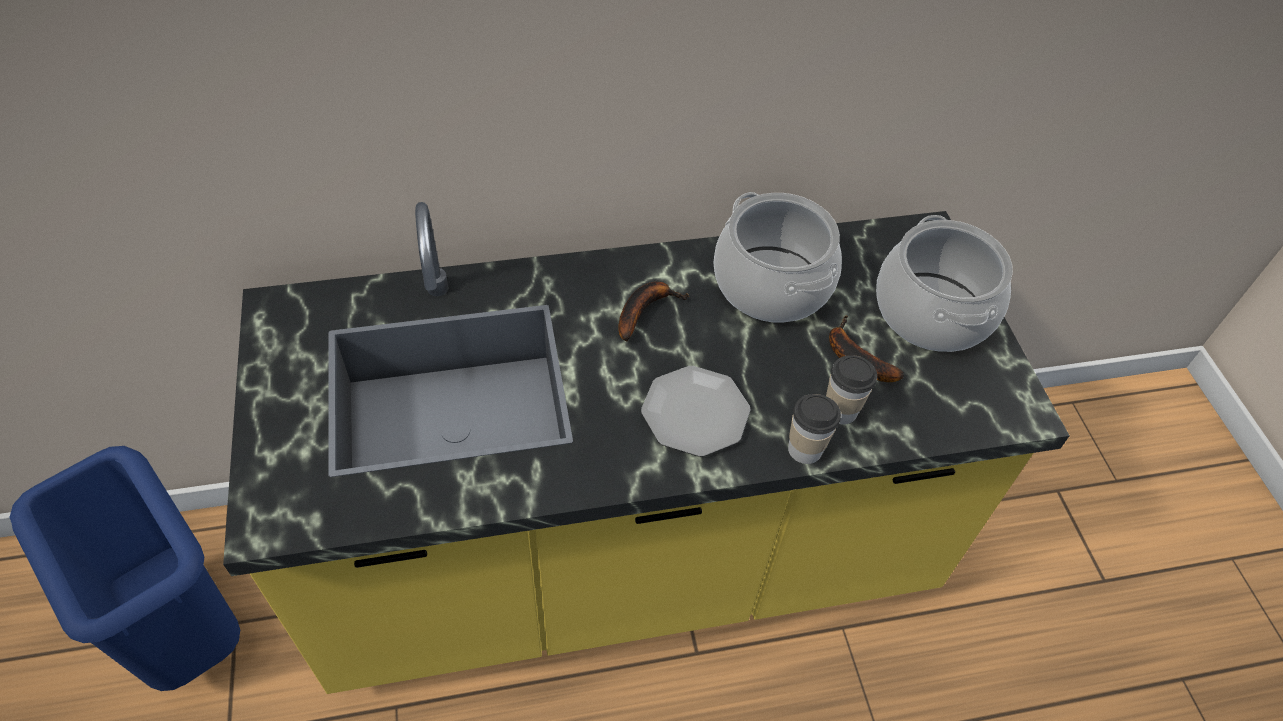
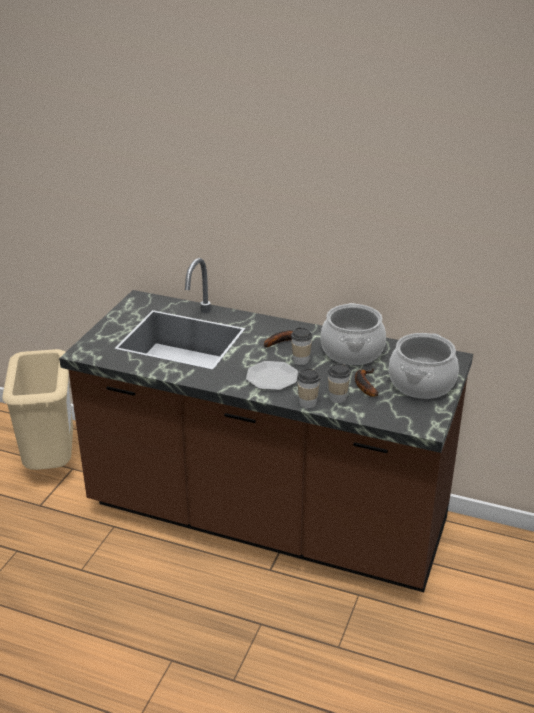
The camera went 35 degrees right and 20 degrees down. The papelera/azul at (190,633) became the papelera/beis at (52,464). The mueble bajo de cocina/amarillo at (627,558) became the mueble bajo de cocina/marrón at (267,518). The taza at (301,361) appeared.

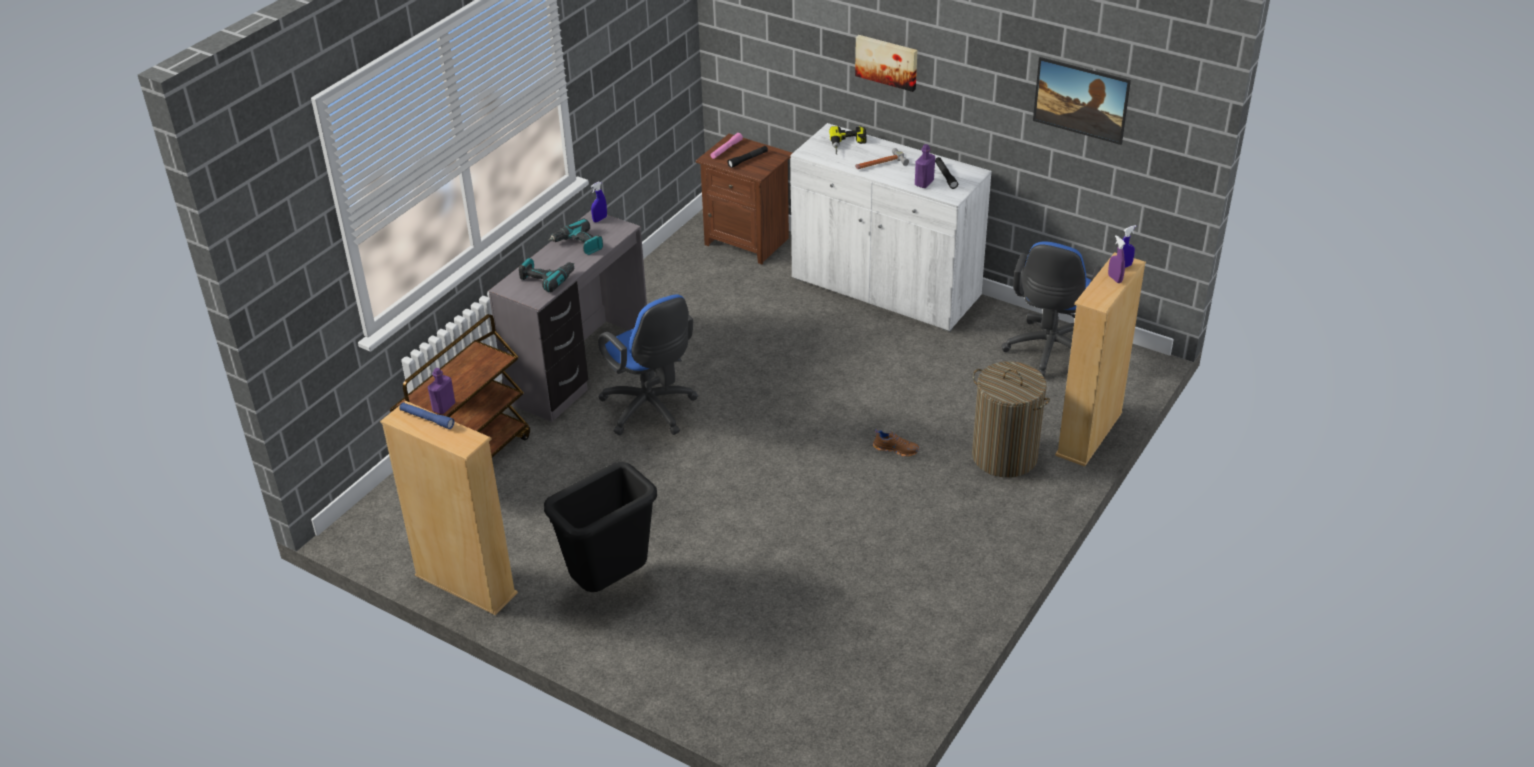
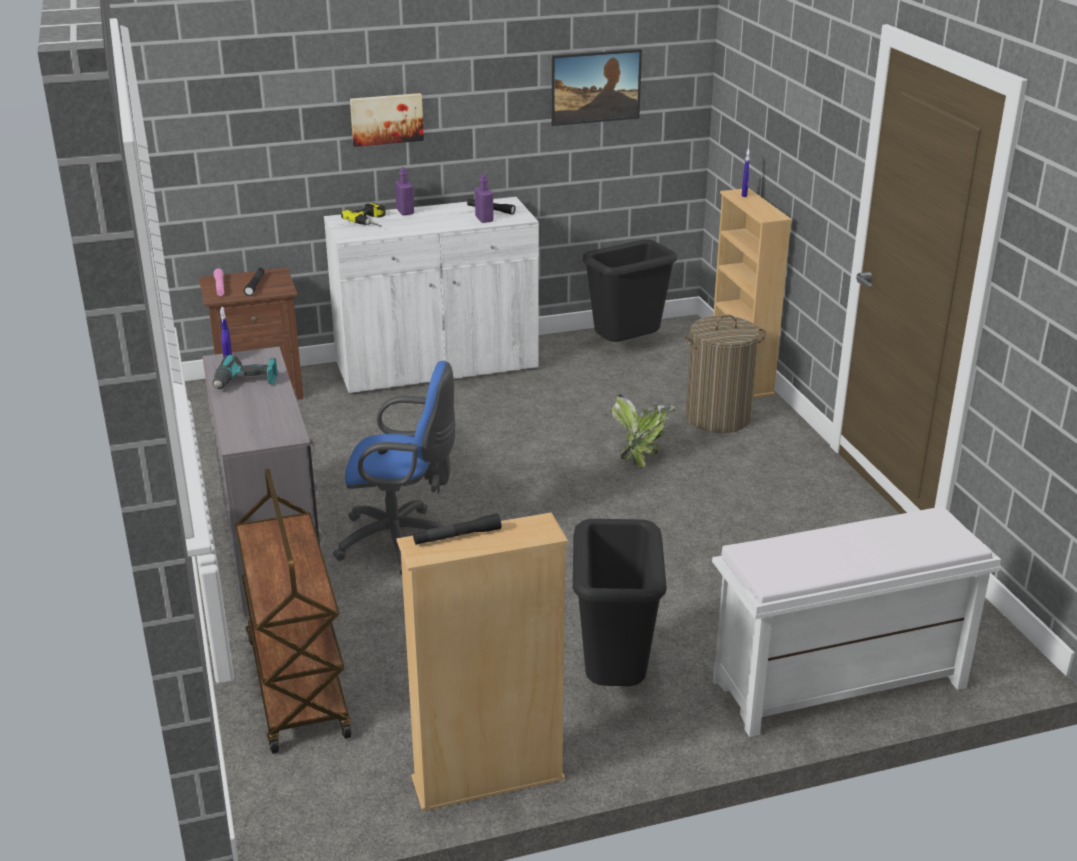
The camera went 50 degrees left and 10 degrees down. The linterna/azul at (427,419) became the linterna/negro at (457,536). The botella/morado moved from (444,407) to (405,212). The taladro at (547,278) disappeared. The martillo at (879,164) disappeared. The zapato/marrón at (896,449) was replaced by the planta en maceta at (642,454). The silla de oficina/azul at (1048,353) was replaced by the papelera/negro at (626,348). The pulverizador/morado at (1115,279) disappeared. The banco/blanco at (837,685) appeared.

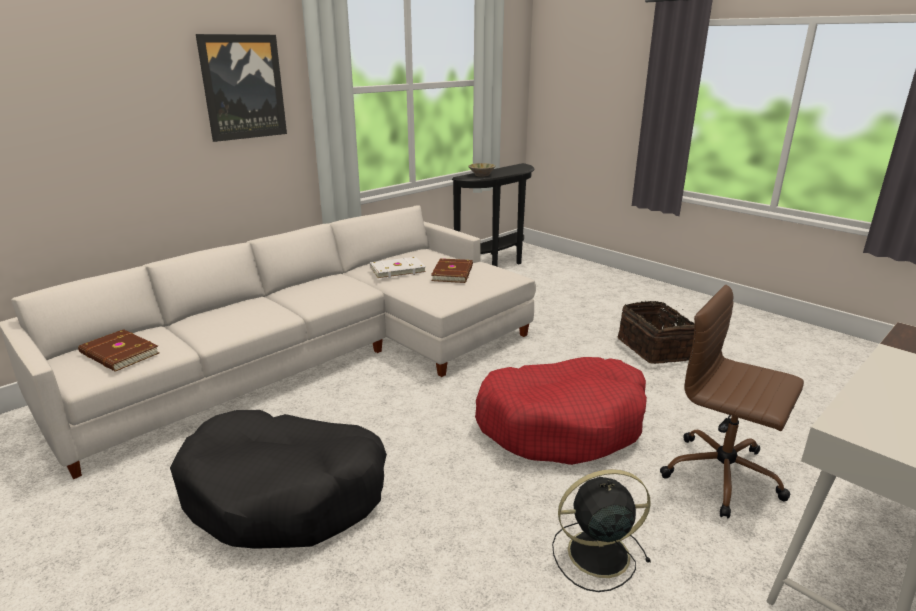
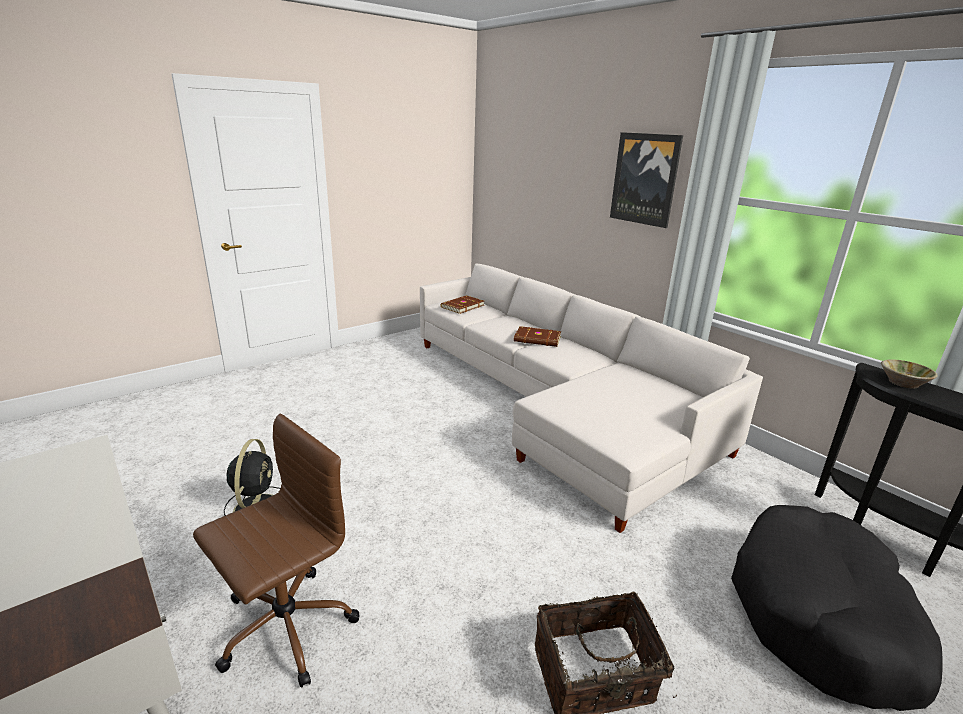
The camera went 95 degrees right and 0 degrees up. The cama para perro/negro moved from (285,493) to (822,617). The libro/blanco at (396,270) disappeared. The libro/marrón moved from (453,273) to (537,339). The cama para perro/rojo at (562,424) disappeared.

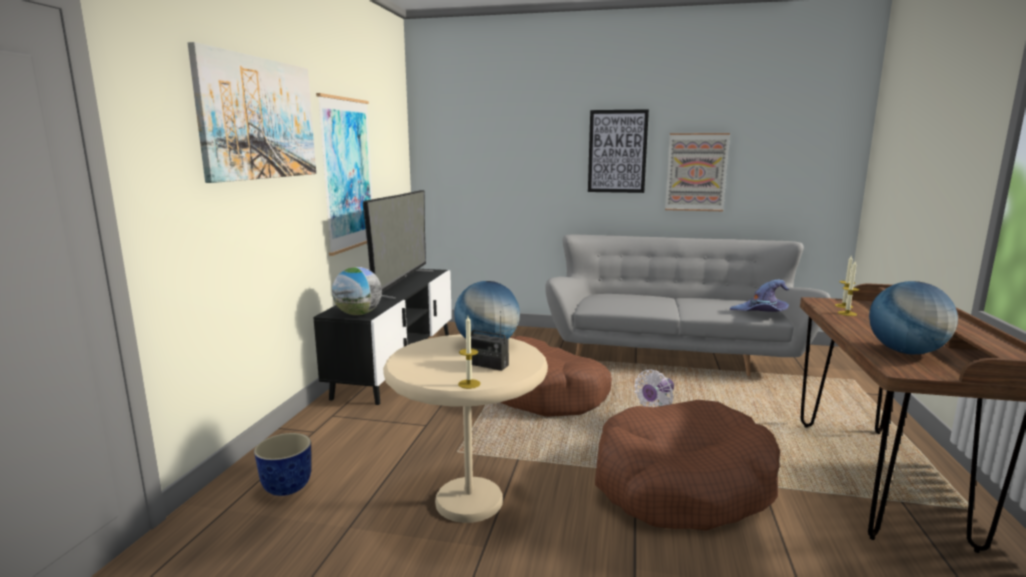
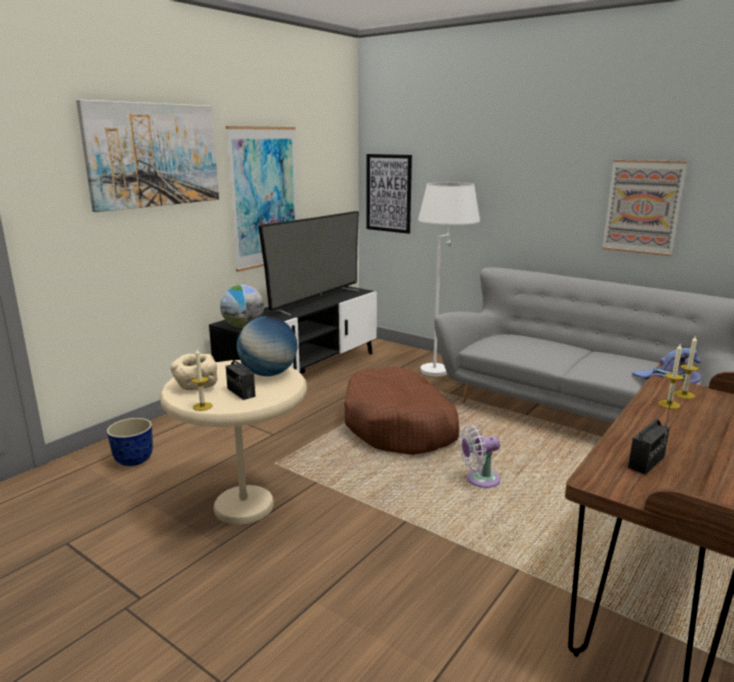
The camera went 25 degrees right and 5 degrees up. The cuadro moved from (617,151) to (388,193). The cama para perro/marrón at (682,484) disappeared. The globo terráqueo at (905,352) was replaced by the radio at (646,462). The cuenco/beis at (196,387) appeared. The lámpara de pie/blanco at (442,366) appeared.

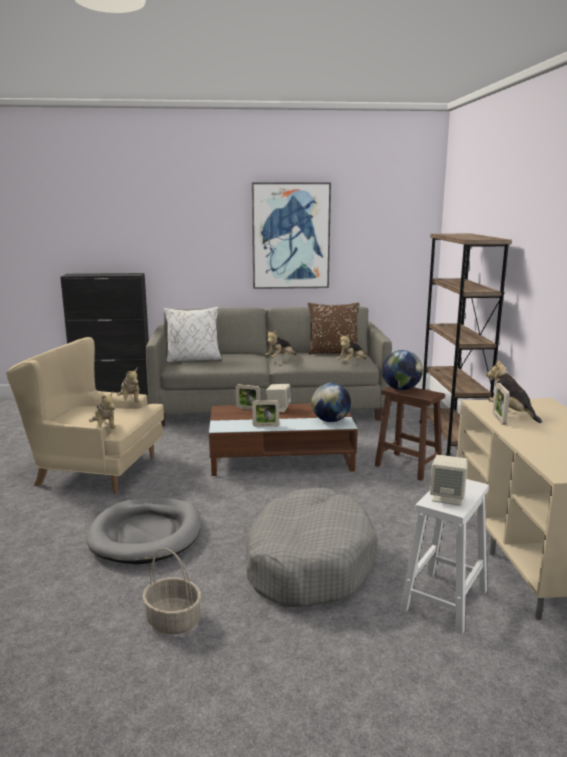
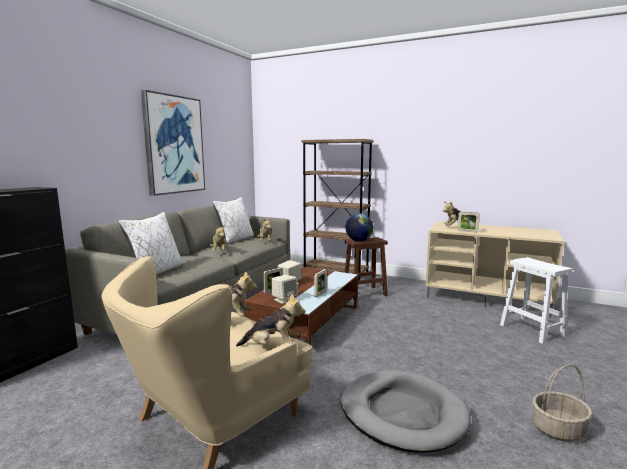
The camera went 60 degrees left and 5 degrees down. The cama para perro/gris at (308,562) disappeared. The cojín/marrón at (333,352) became the cojín/blanco at (235,240). The globo terráqueo at (330,421) disappeared. The altavoz/beis moved from (447,497) to (284,299).

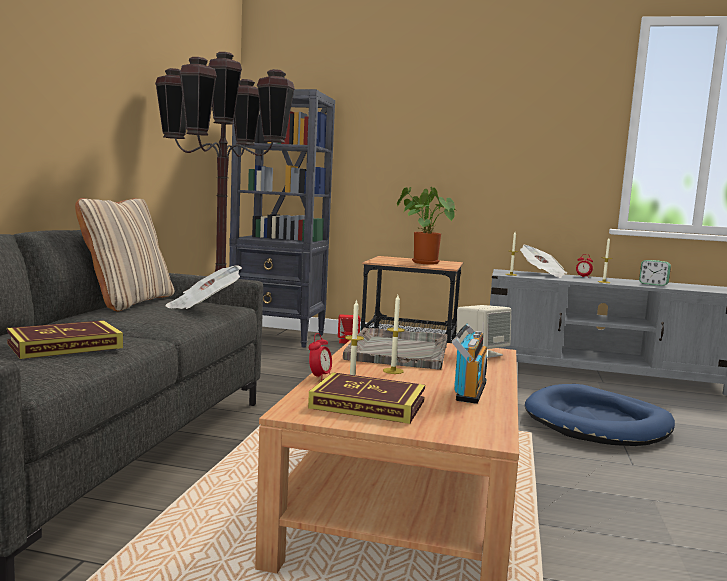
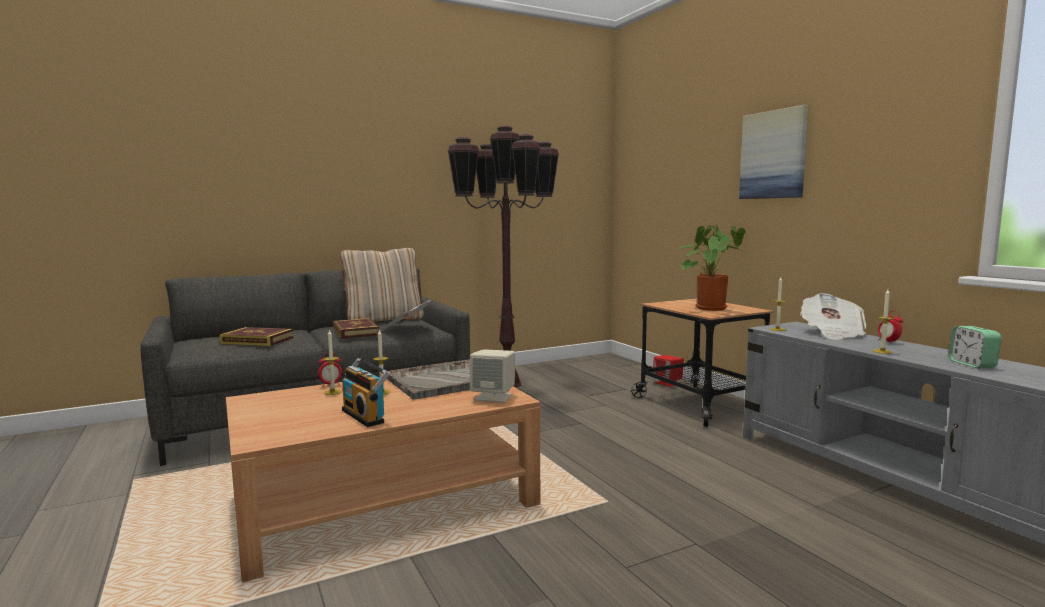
The camera went 50 degrees right and 0 degrees up. The estantería/negro at (278,337) disappeared. The libro moved from (368,404) to (355,332). The radio at (467,390) turned 75 degrees clockwise. The cama para perro/azul at (597,422) disappeared. The cuadro at (773,155) appeared.

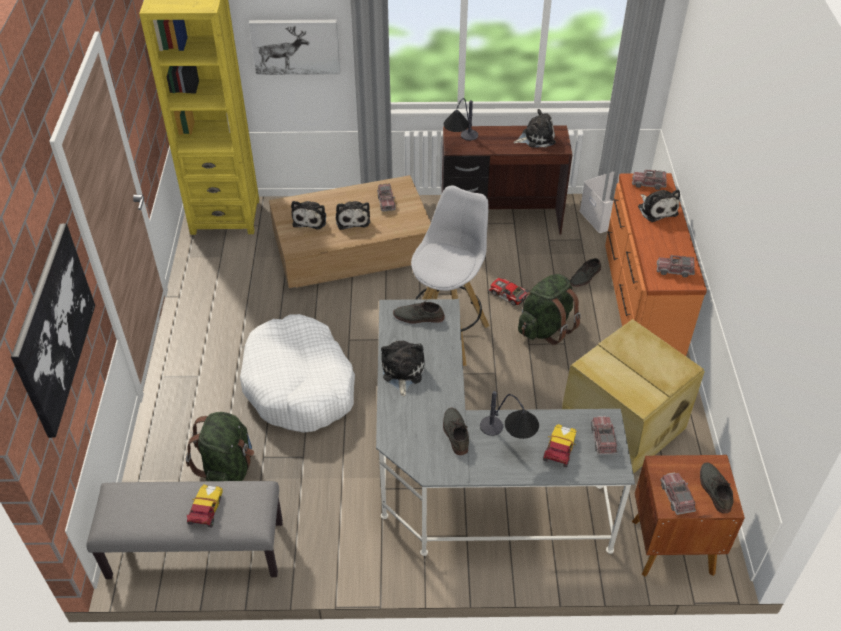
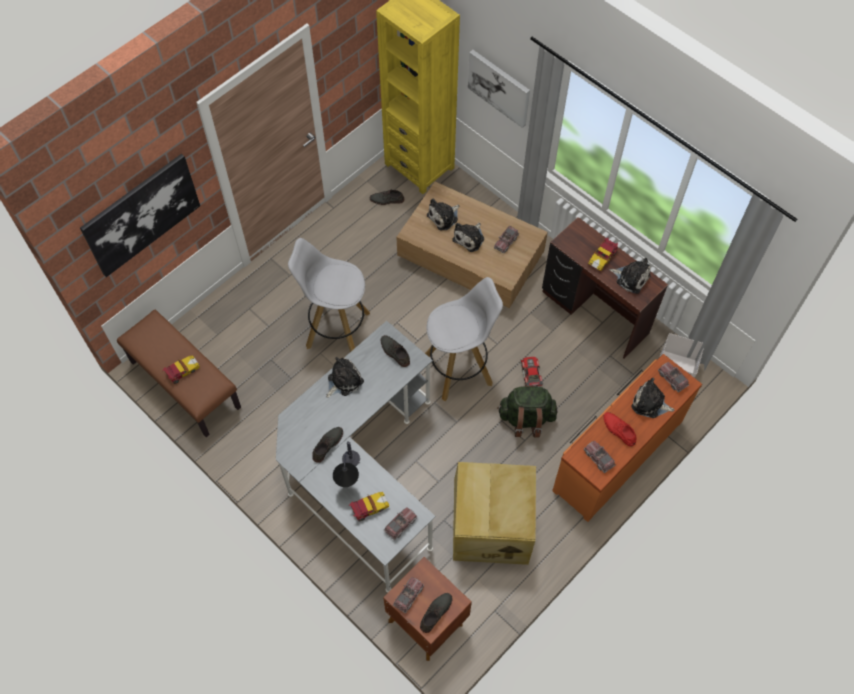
The camera went 45 degrees right and 15 degrees up. The banco/gris at (195,550) became the banco/marrón at (184,385). The mochila/verde at (228,469) disappeared. The cama para perro/blanco at (299,385) was replaced by the taburete/blanco at (336,329). The lámpara de mesa at (460,144) disappeared. The zapato/gris moved from (585,276) to (387,200). The peluche at (656,209) turned 90 degrees clockwise. The coche de juguete at (602,257) appeared. The zapato/rojo at (618,430) appeared.

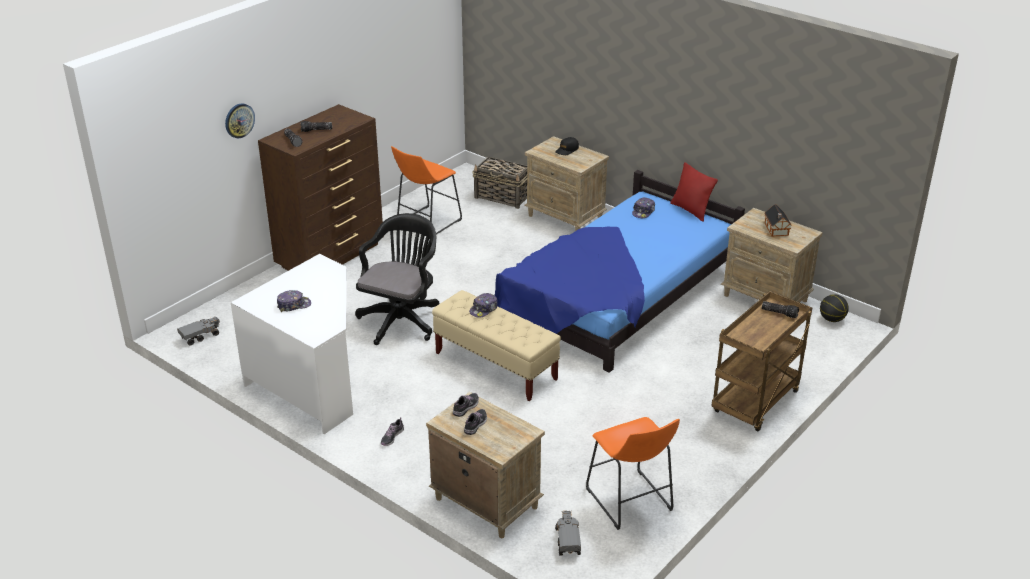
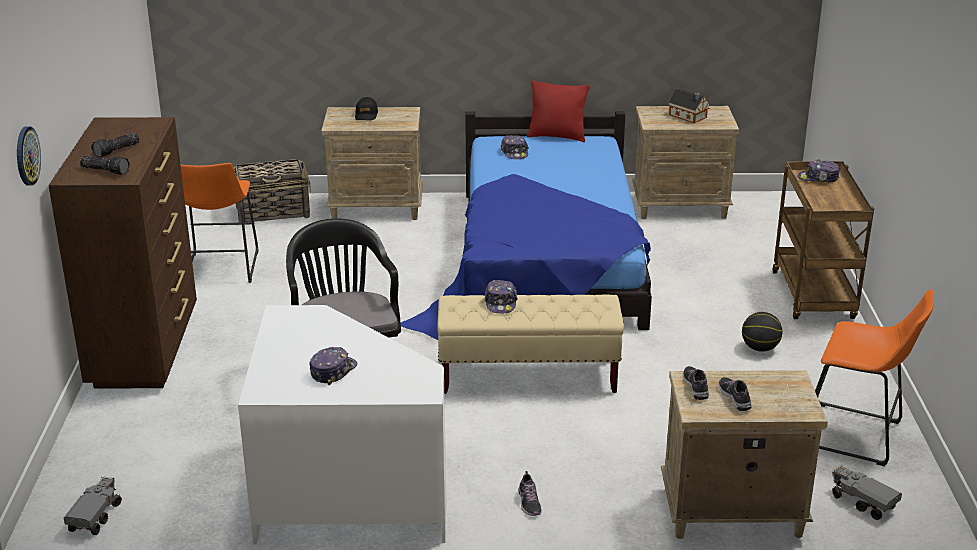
The camera went 40 degrees left and 5 degrees down. The linterna at (780,313) was replaced by the gorra at (818,178). The balón de baloncesto moved from (832,319) to (760,348).

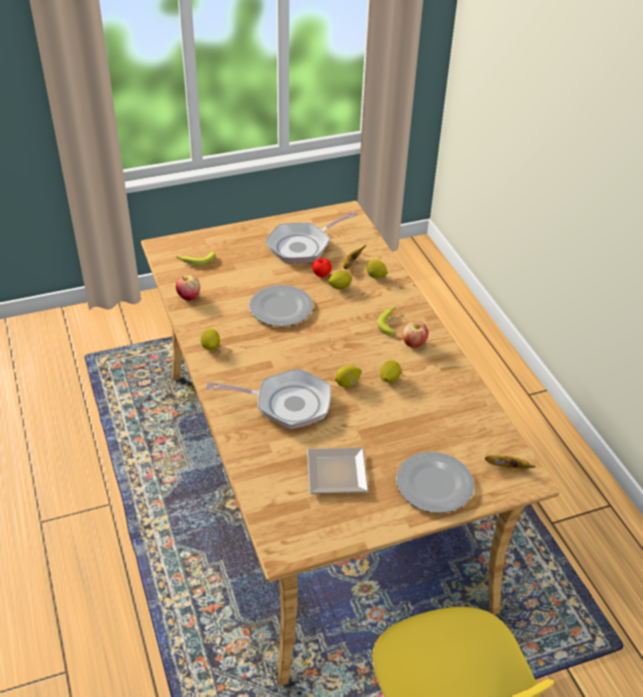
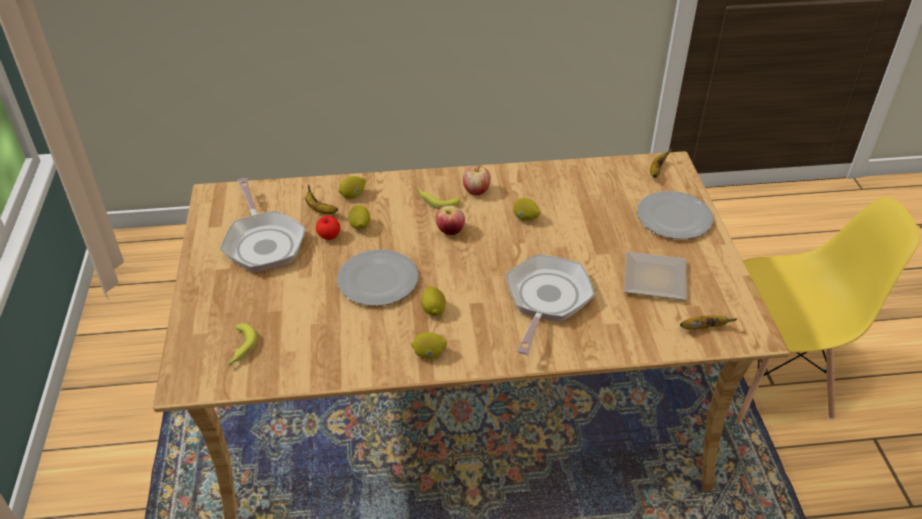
The camera went 75 degrees left and 0 degrees up. The manzana moved from (188,296) to (450,231). The limón moved from (347,383) to (433,309). The plátano at (703,328) appeared.

